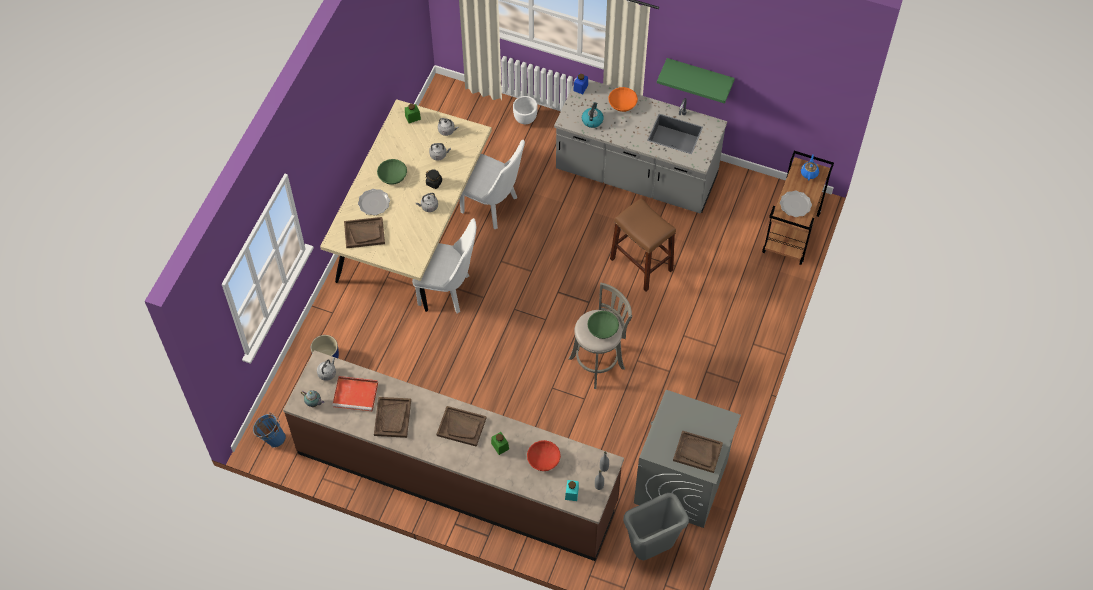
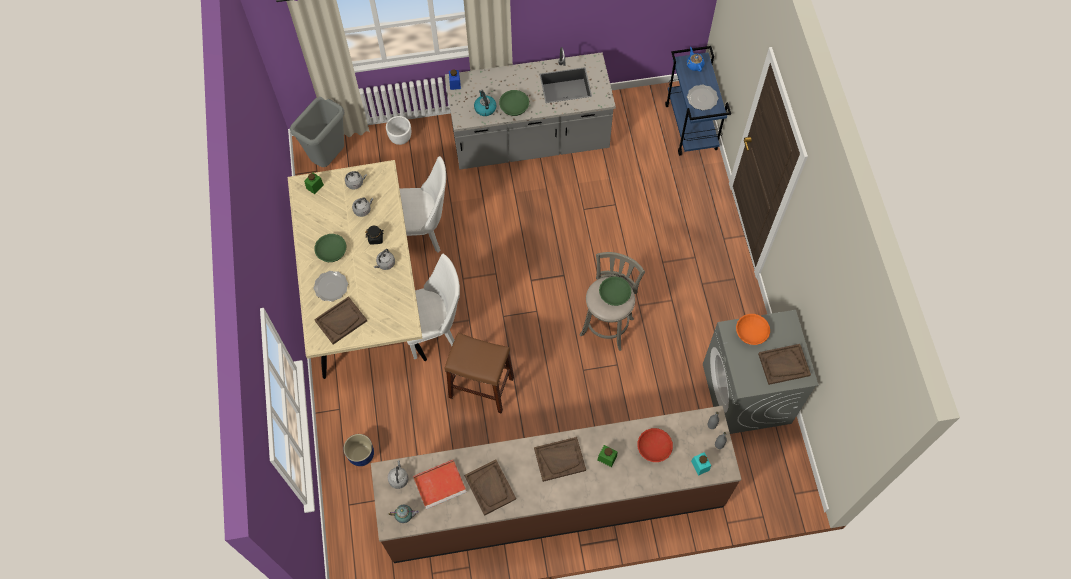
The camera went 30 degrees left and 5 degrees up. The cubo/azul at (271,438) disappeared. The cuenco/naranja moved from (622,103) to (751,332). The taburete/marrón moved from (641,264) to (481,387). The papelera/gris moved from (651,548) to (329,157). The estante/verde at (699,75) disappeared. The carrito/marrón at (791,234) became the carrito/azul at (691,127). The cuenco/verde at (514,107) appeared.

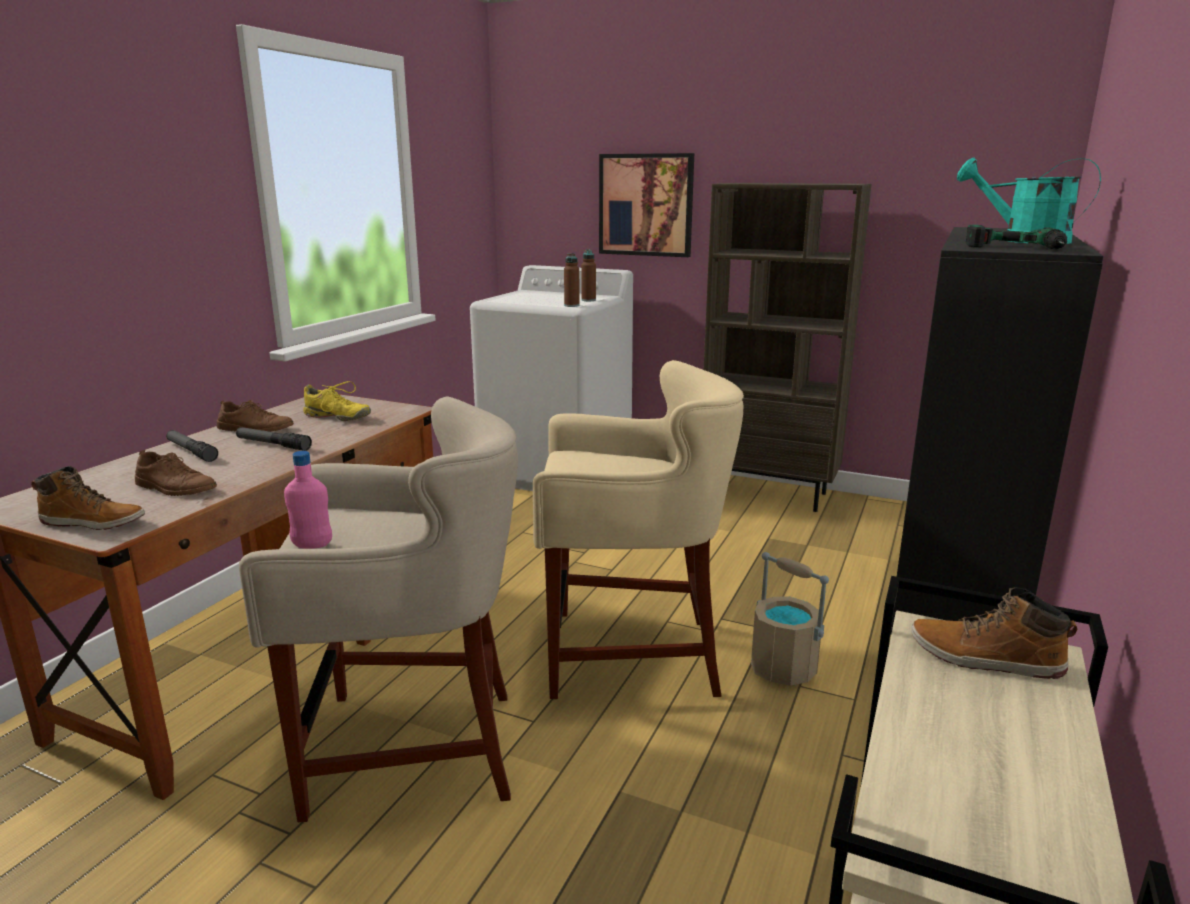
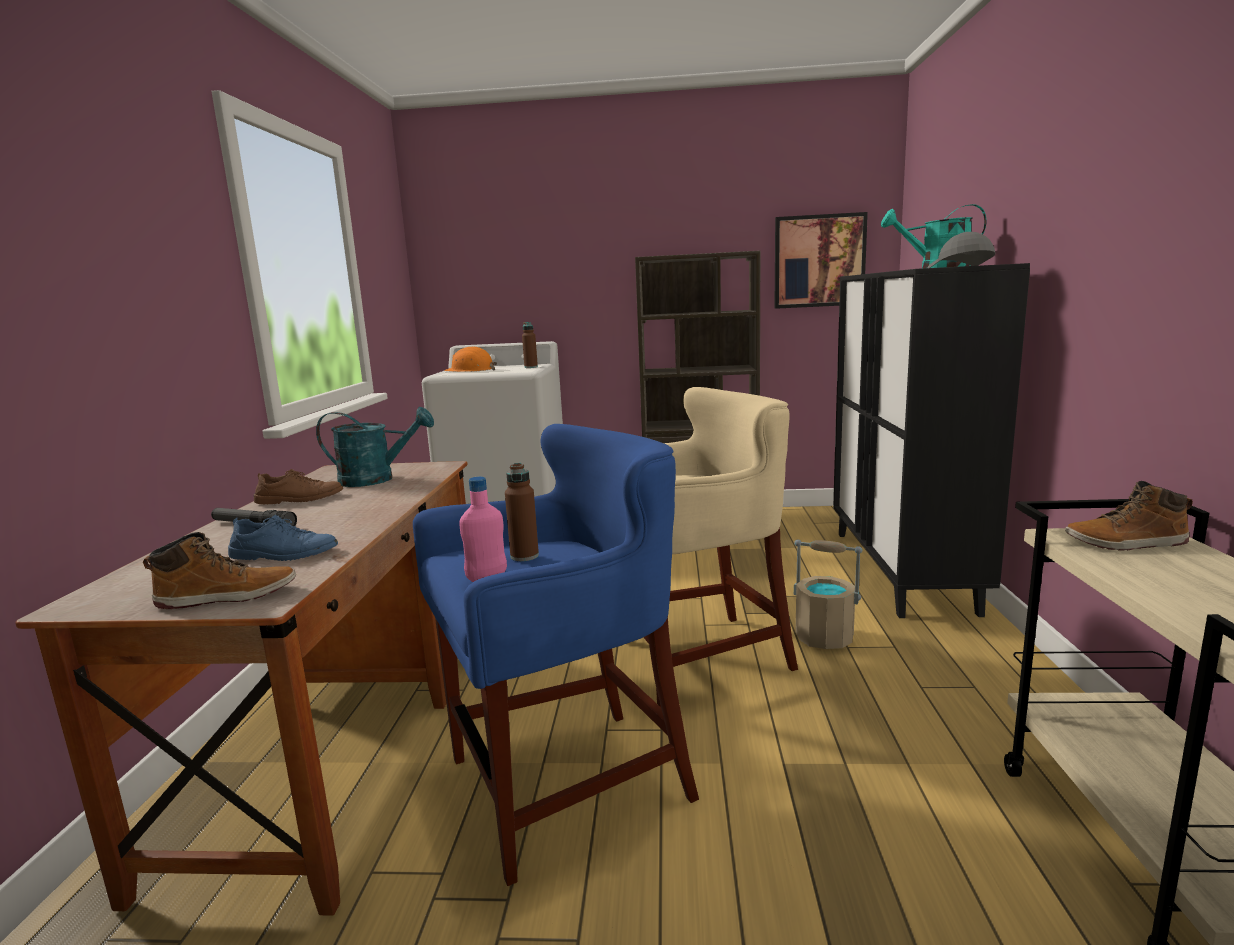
The camera went 20 degrees left and 5 degrees down. The zapato/marrón at (175,488) became the zapato/azul at (284,554). The linterna at (273,445) disappeared. The taburete/beis at (410,748) became the taburete/azul at (566,784). The zapato/amarillo at (337,417) was replaced by the regadera/turquesa at (376,479). The botella/marrón moved from (571,305) to (524,556). The cuadro moved from (646,205) to (819,261). The taladro at (1016,248) was replaced by the gorra/gris at (959,266). The casco/naranja at (470,370) appeared.

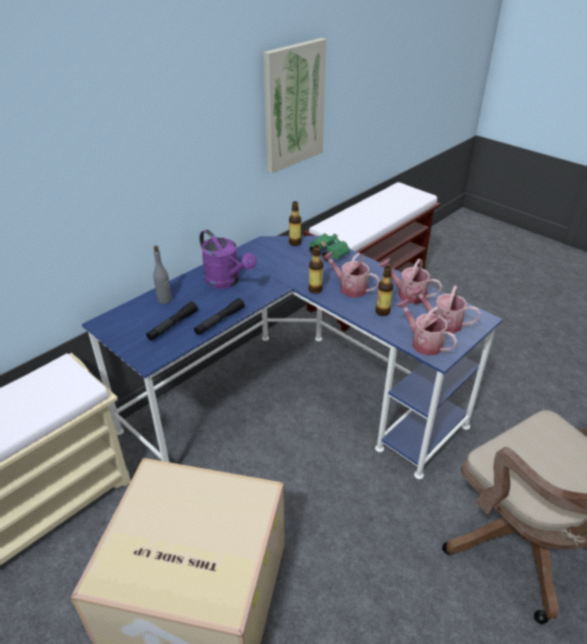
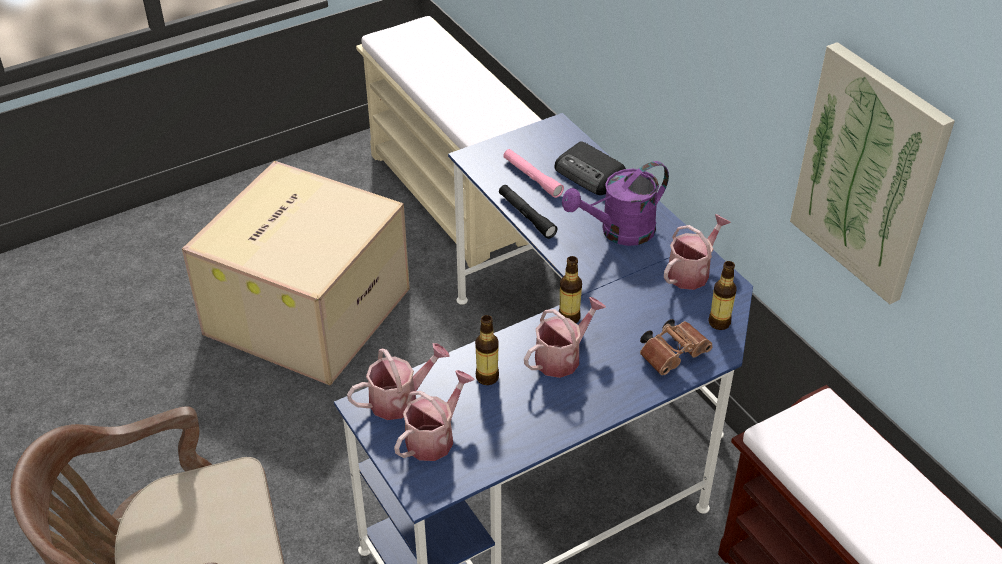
The camera went 105 degrees right and 5 degrees up. The linterna/negro at (173,325) became the linterna/rosa at (532,178). The botella/gris at (165,300) was replaced by the radio at (591,174). The prismáticos/verde at (326,253) became the prismáticos/marrón at (674,354). The regadera moved from (407,294) to (692,272).

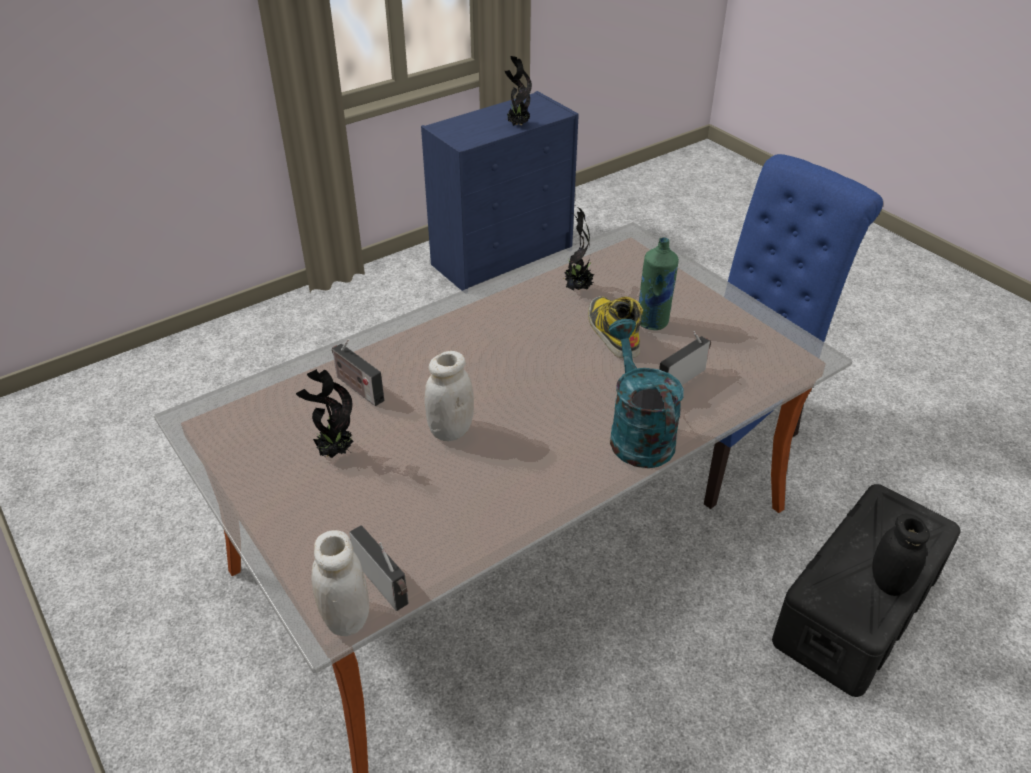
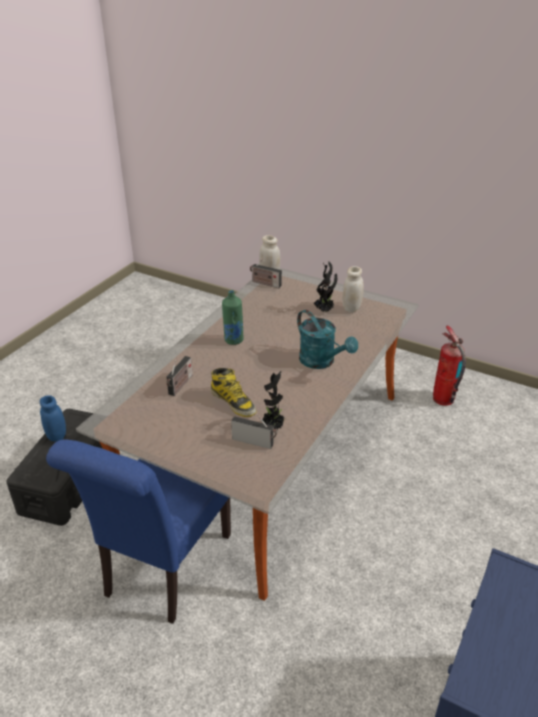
The camera went 155 degrees right and 5 degrees down. The radio moved from (357,387) to (254,442). The tarro/blanco moved from (450,430) to (351,308). The planta en maceta at (517,125) disappeared. The regadera/turquesa moved from (637,433) to (321,362). The botella/verde moved from (653,322) to (233,340). The tarro/negro at (888,582) became the tarro/azul at (56,436). The extintor at (443,399) appeared.

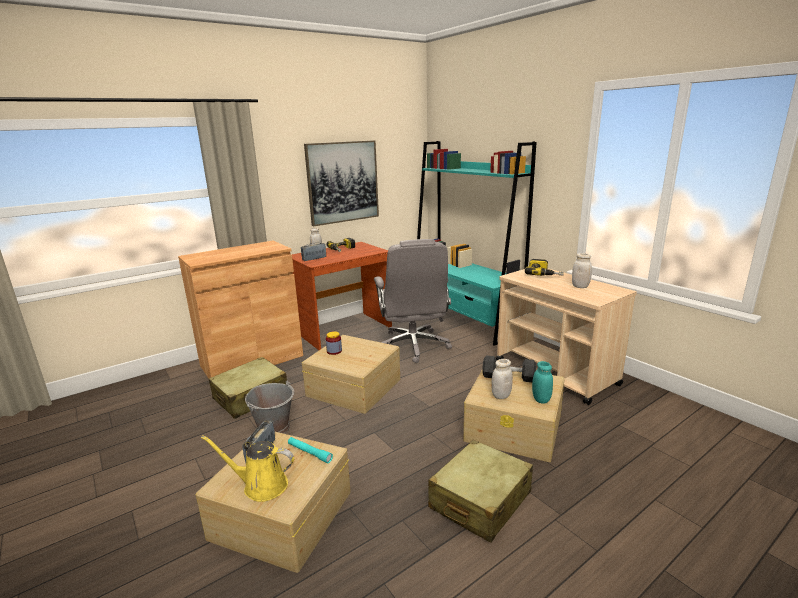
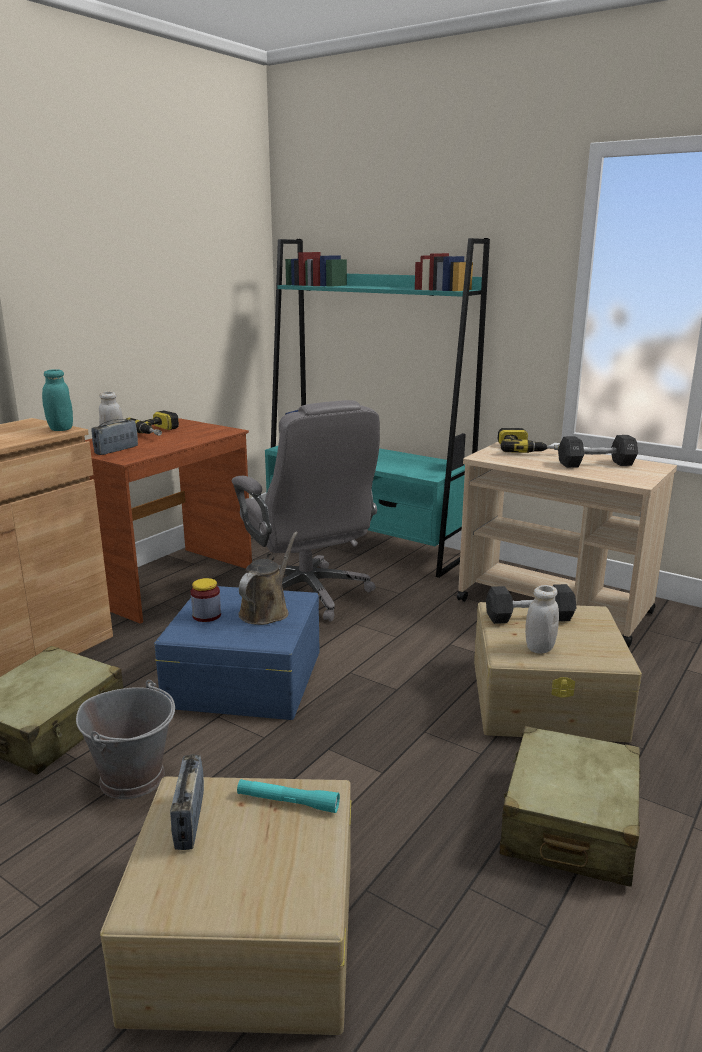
The camera went 20 degrees left and 0 degrees up. The regadera/amarillo at (261,485) disappeared. The caja de almacenaje/beis at (353,387) became the caja de almacenaje/azul at (243,677). The cuadro at (343,182) disappeared. The tarro/turquesa moved from (541,399) to (60,429). The tarro/blanco at (580,286) was replaced by the mancuerna/negro at (596,464). The regadera/marrón at (266,611) appeared.

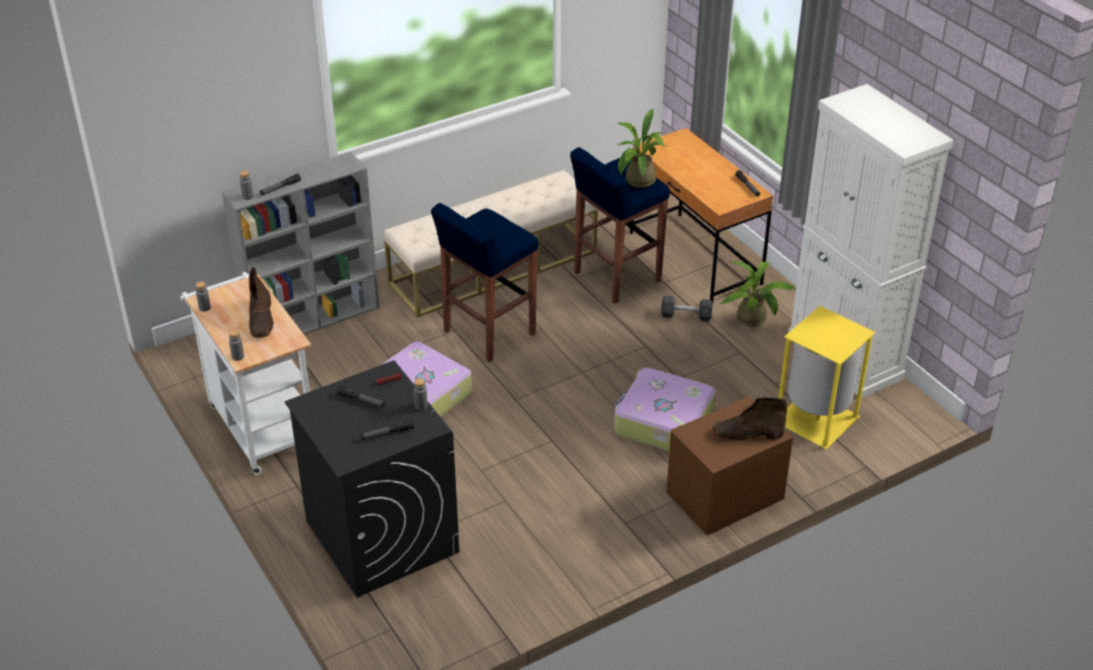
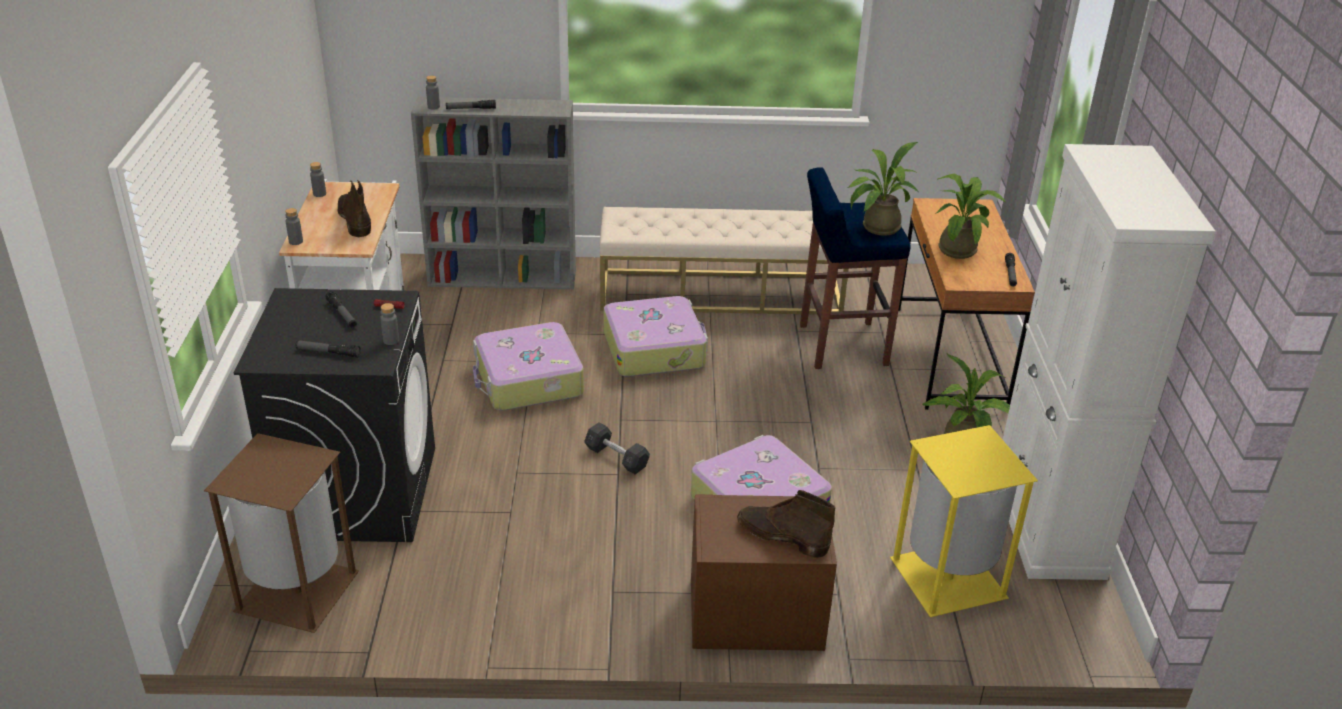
The camera went 30 degrees right and 5 degrees down. The bota/marrón at (261,319) turned 135 degrees clockwise. The taburete/azul at (488,333) was replaced by the maleta at (655,349). The mancuerna/gris moved from (686,315) to (616,458). The papelera/marrón at (295,592) appeared. The planta en maceta at (959,248) appeared.

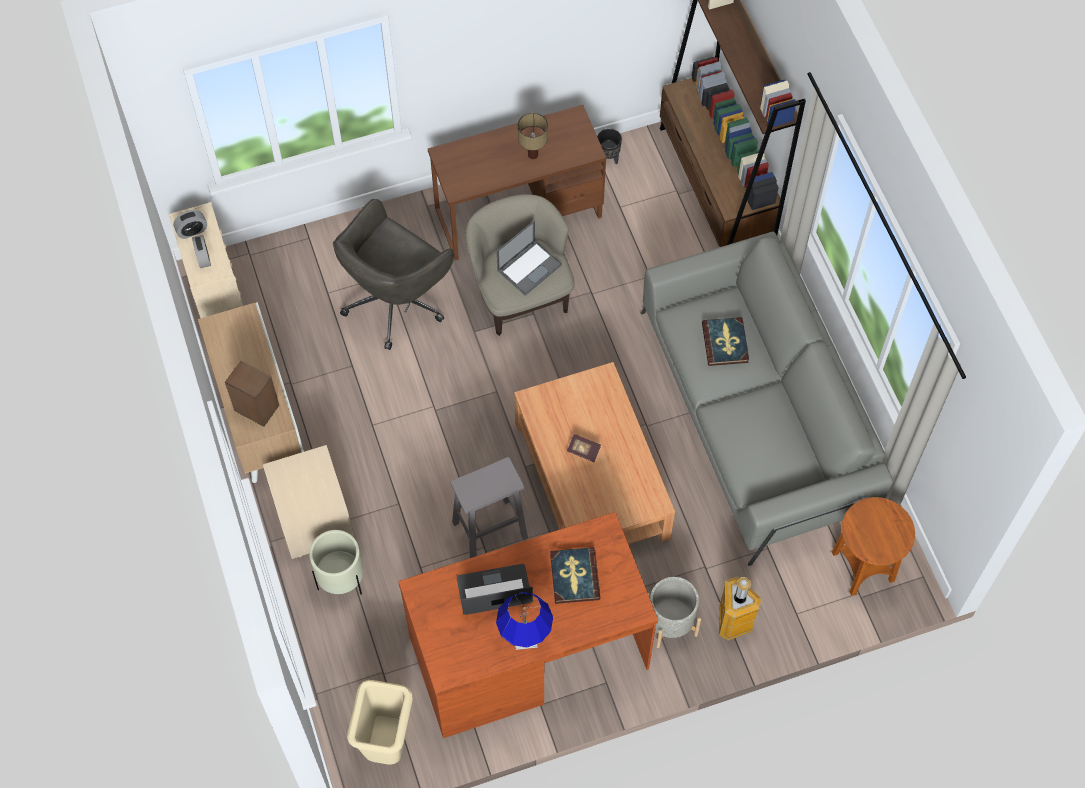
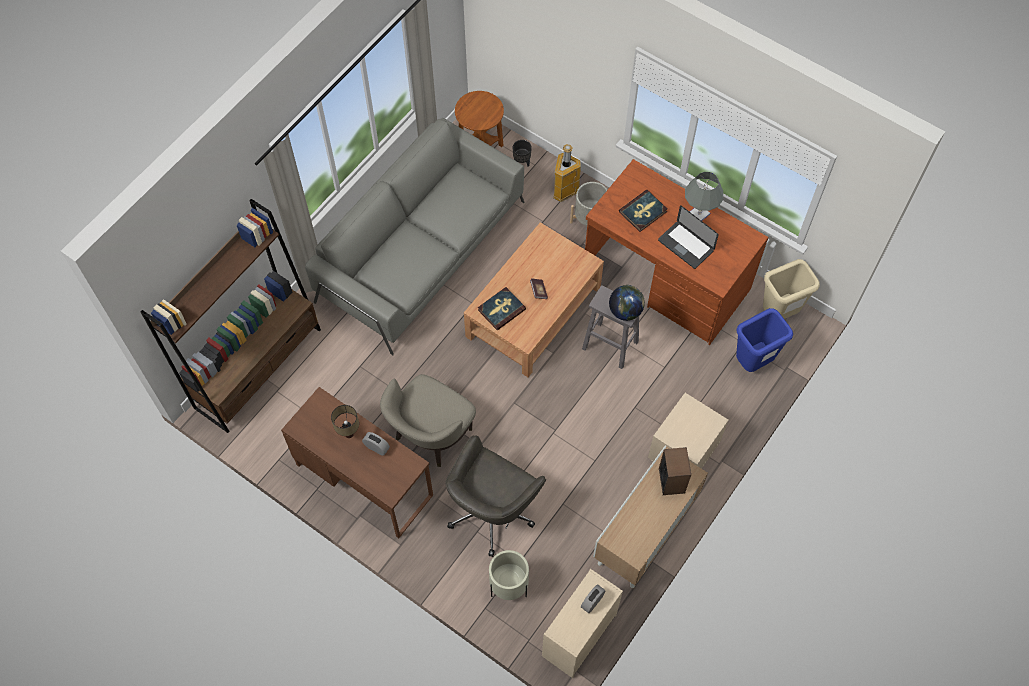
The camera went 125 degrees left and 0 degrees up. The despertador moved from (192,231) to (376,447). The maceta/beis moved from (341,579) to (508,586). The silla de oficina/gris at (396,301) turned 120 degrees clockwise. The lámpara de mesa/azul at (525,637) became the lámpara de mesa/gris at (699,214). The portátil at (530,267) disappeared. The maceta/negro moved from (608,158) to (521,162). The libro moved from (725,343) to (501,309). The globo terráqueo at (625,311) appeared. The papelera/azul at (753,362) appeared.

